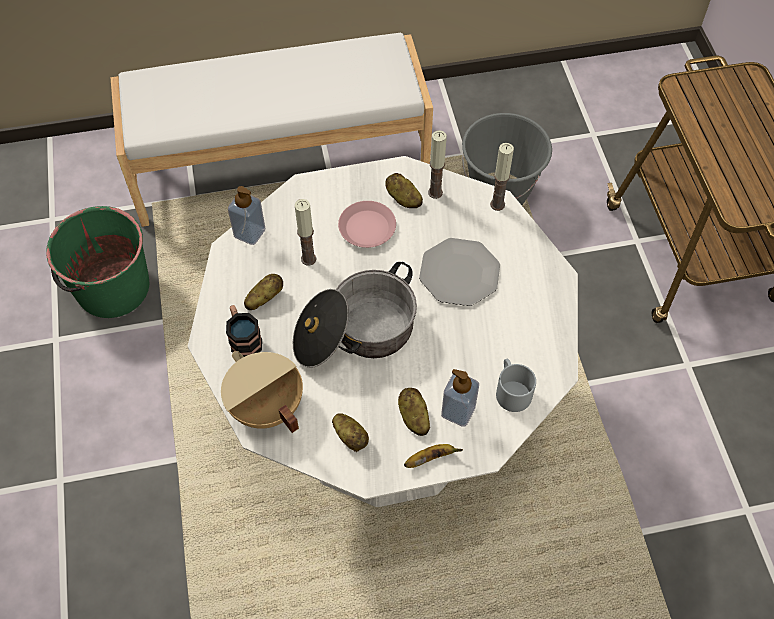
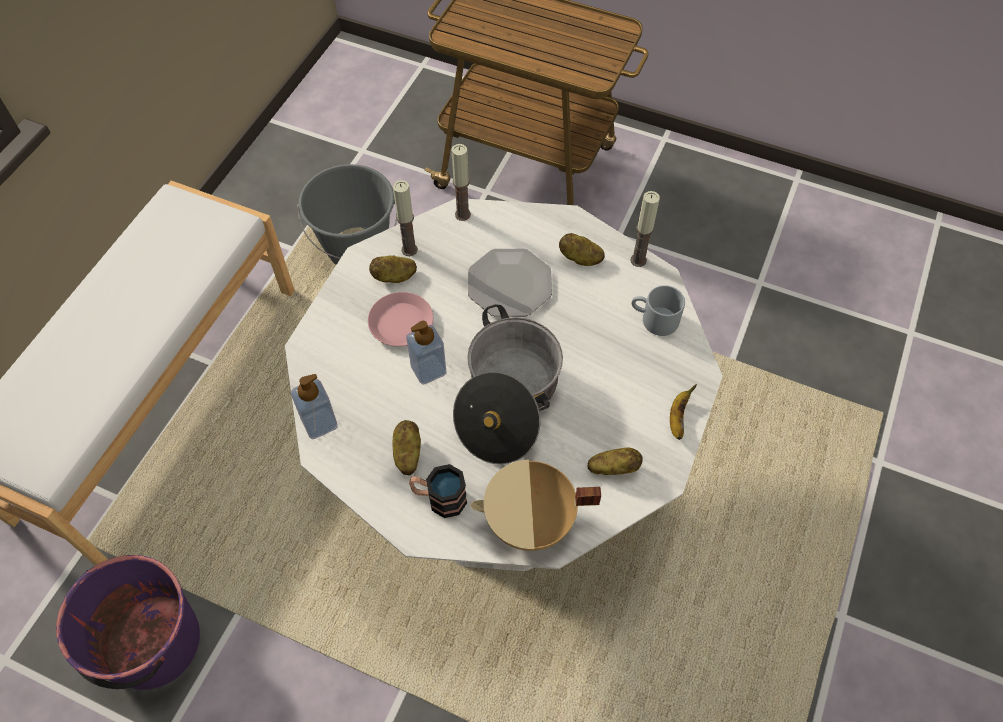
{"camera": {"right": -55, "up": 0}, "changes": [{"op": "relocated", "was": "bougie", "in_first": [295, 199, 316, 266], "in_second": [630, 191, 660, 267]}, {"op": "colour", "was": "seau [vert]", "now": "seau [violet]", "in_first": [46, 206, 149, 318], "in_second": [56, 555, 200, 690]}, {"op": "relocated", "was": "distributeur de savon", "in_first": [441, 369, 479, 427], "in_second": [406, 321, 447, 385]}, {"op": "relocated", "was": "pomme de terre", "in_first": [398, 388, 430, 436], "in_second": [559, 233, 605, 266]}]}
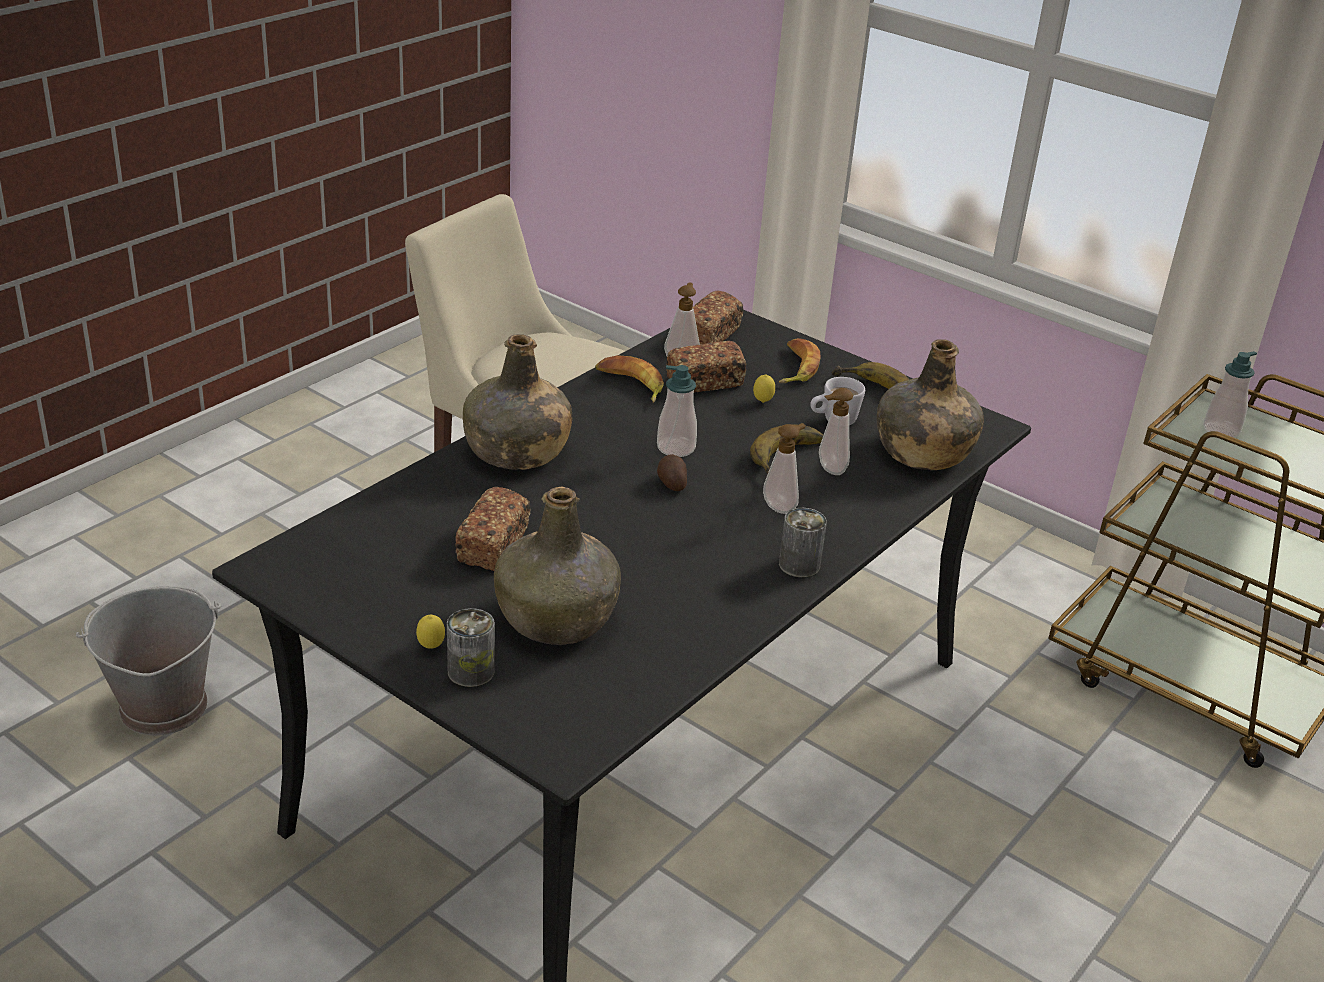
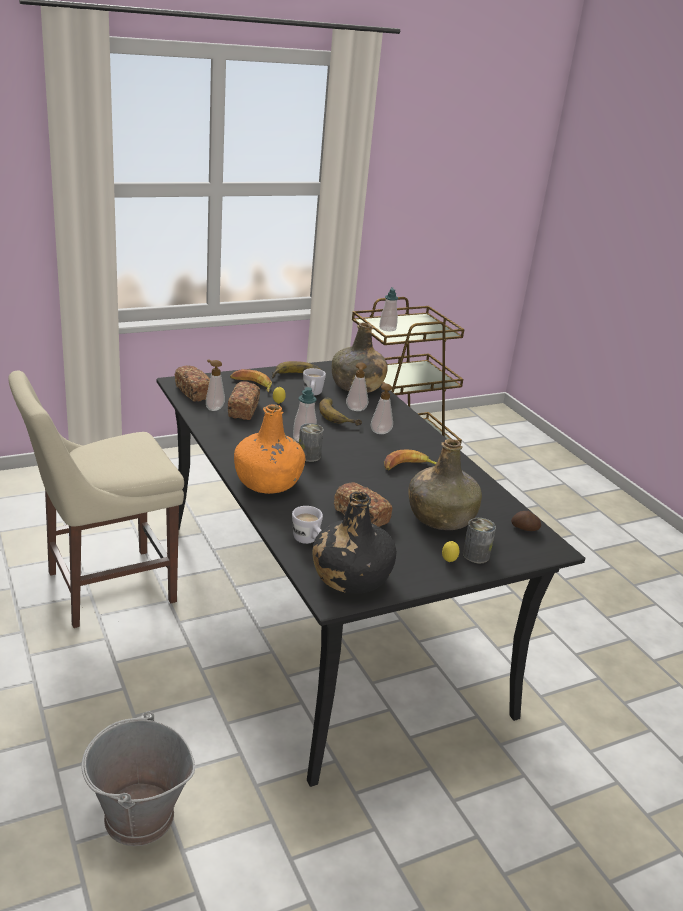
{"camera": {"right": -65, "up": -5}, "changes": [{"op": "colour", "was": "bouteille [vert]", "now": "bouteille [orange]", "in_first": [463, 334, 572, 470], "in_second": [234, 404, 305, 494]}, {"op": "relocated", "was": "banane", "in_first": [595, 355, 664, 403], "in_second": [384, 449, 437, 470]}, {"op": "relocated", "was": "pomme de terre", "in_first": [657, 454, 687, 491], "in_second": [511, 511, 541, 531]}, {"op": "relocated", "was": "boîte métallique", "in_first": [779, 508, 827, 578], "in_second": [299, 423, 323, 462]}, {"op": "appeared", "now": "bouteille [noir]", "in_second": [312, 491, 397, 594]}, {"op": "appeared", "now": "mug [blanc]", "in_second": [292, 506, 323, 544]}]}
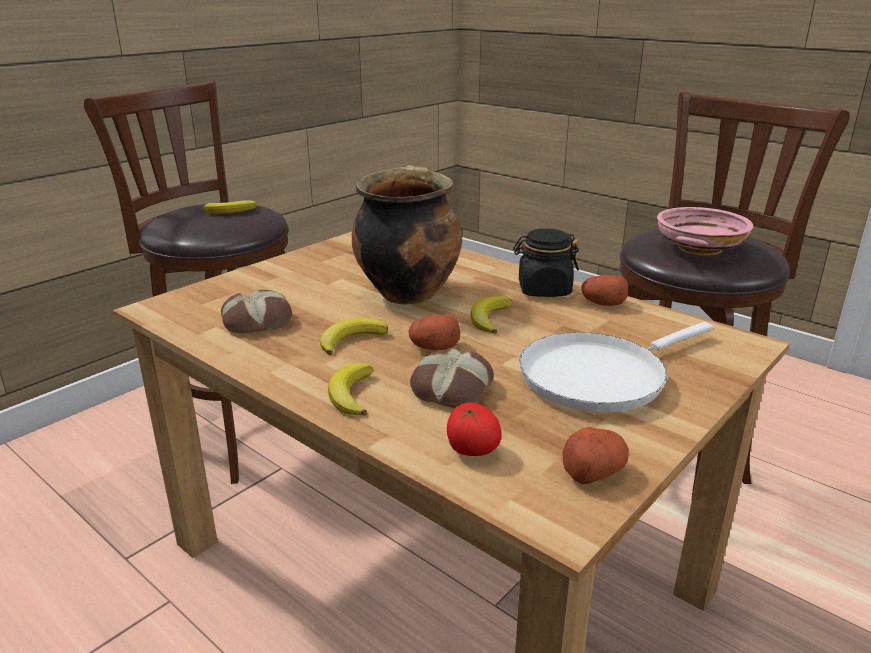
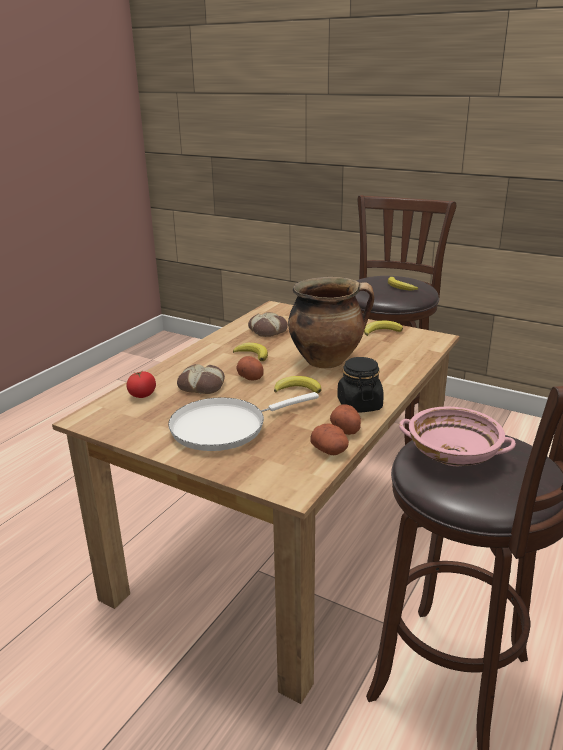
{"camera": {"right": 80, "up": 0}, "changes": [{"op": "spun", "was": "poêle [blanc]", "in_first": [519, 322, 713, 412], "in_second": [168, 392, 319, 451], "clockwise": -75}, {"op": "relocated", "was": "banane", "in_first": [328, 363, 373, 416], "in_second": [364, 321, 403, 336]}, {"op": "relocated", "was": "pomme de terre", "in_first": [562, 427, 629, 484], "in_second": [310, 423, 349, 455]}]}
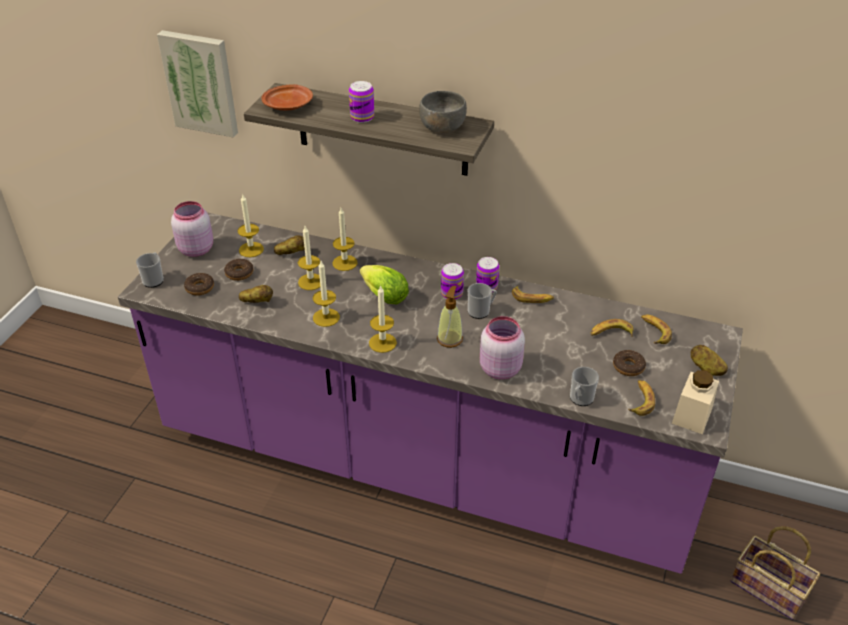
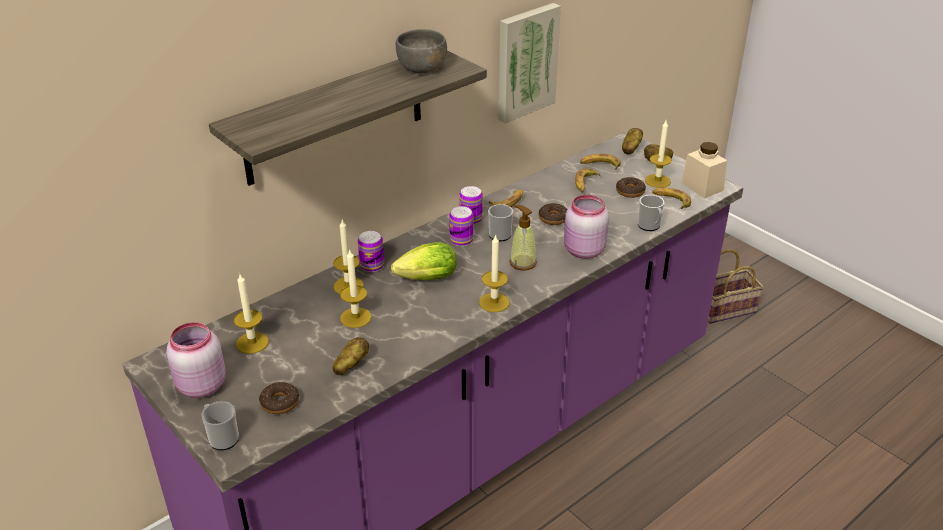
{"camera": {"right": -60, "up": -5}, "changes": [{"op": "relocated", "was": "tableau", "in_first": [157, 30, 238, 138], "in_second": [498, 3, 561, 123]}, {"op": "relocated", "was": "boîte métallique", "in_first": [349, 81, 374, 123], "in_second": [358, 231, 384, 272]}, {"op": "missing", "was": "assiette [marron]", "in_first": [261, 84, 313, 111]}, {"op": "relocated", "was": "pomme de terre", "in_first": [274, 235, 305, 255], "in_second": [622, 128, 643, 155]}, {"op": "relocated", "was": "beignet", "in_first": [224, 259, 253, 281], "in_second": [539, 203, 567, 225]}, {"op": "relocated", "was": "bougie", "in_first": [313, 261, 340, 327], "in_second": [645, 121, 672, 188]}]}
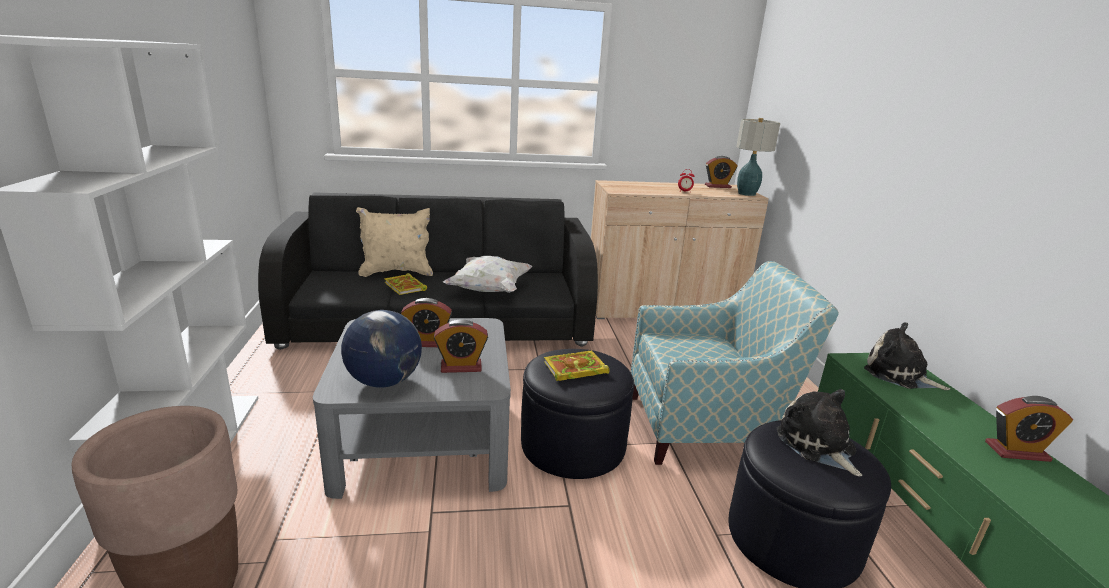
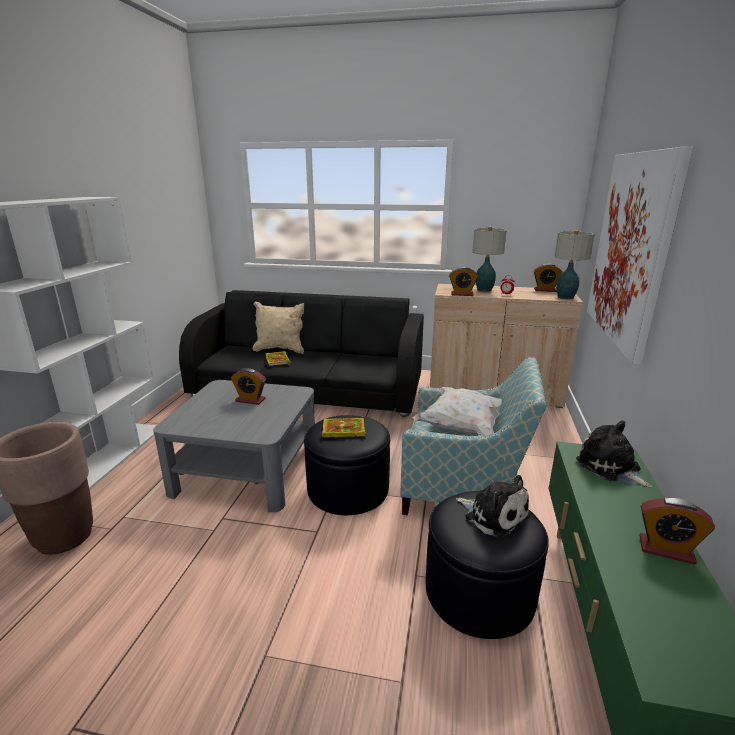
{"camera": {"right": 20, "up": 0}, "changes": [{"op": "relocated", "was": "coussin [blanc]", "in_first": [443, 256, 533, 293], "in_second": [412, 387, 502, 436]}, {"op": "missing", "was": "globe", "in_first": [341, 310, 422, 388]}, {"op": "relocated", "was": "réveil", "in_first": [434, 319, 488, 373], "in_second": [449, 267, 478, 296]}, {"op": "spun", "was": "peluche", "in_first": [777, 389, 862, 477], "in_second": [456, 475, 530, 539], "clockwise": 135}, {"op": "appeared", "now": "tableau", "in_second": [587, 147, 693, 364]}, {"op": "appeared", "now": "lampe de table", "in_second": [472, 227, 506, 292]}]}
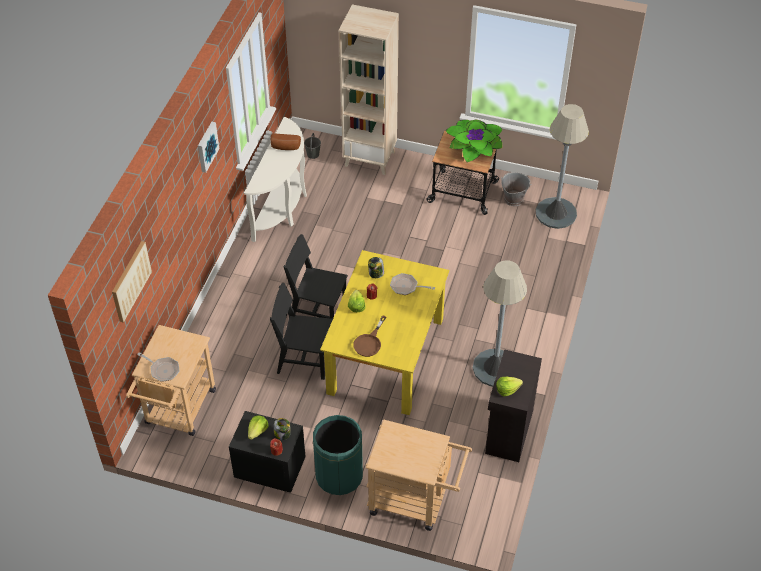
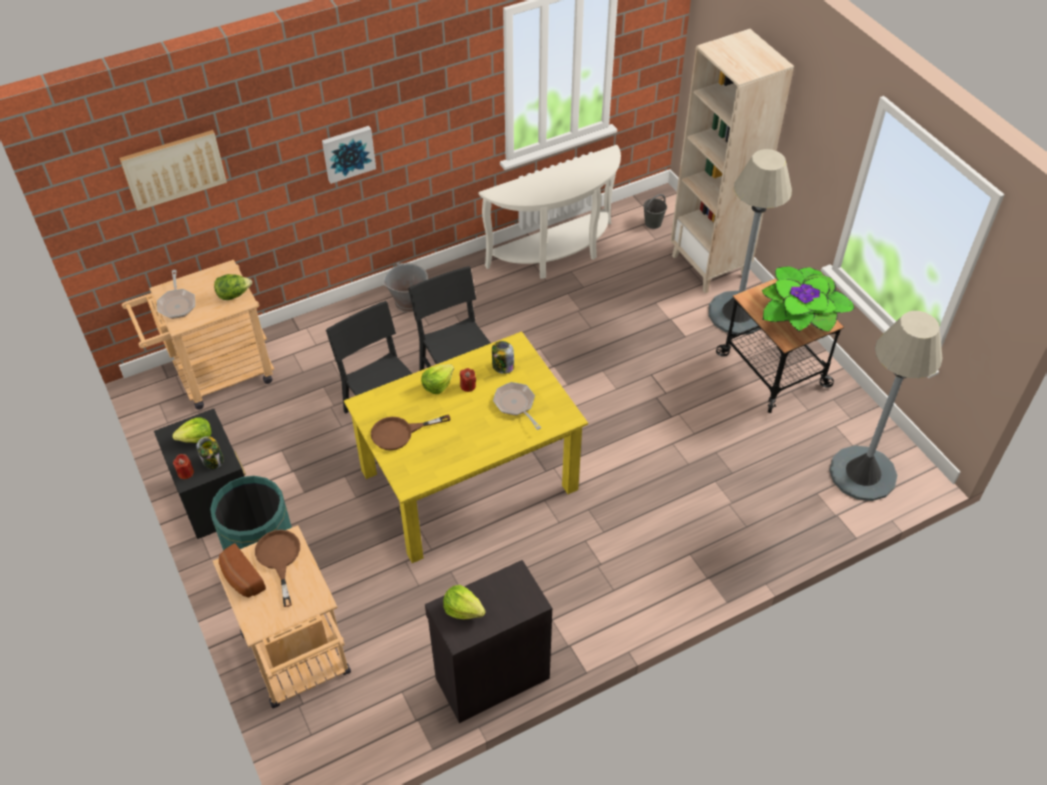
{"camera": {"right": 45, "up": 0}, "changes": [{"op": "relocated", "was": "tableau", "in_first": [198, 122, 219, 173], "in_second": [322, 126, 376, 184]}, {"op": "relocated", "was": "pain", "in_first": [270, 133, 301, 150], "in_second": [219, 543, 266, 597]}, {"op": "relocated", "was": "seau [gris]", "in_first": [501, 172, 532, 206], "in_second": [383, 262, 428, 312]}, {"op": "relocated", "was": "lampadaire [gris]", "in_first": [473, 260, 527, 387], "in_second": [709, 149, 792, 335]}, {"op": "appeared", "now": "laitue", "in_second": [214, 274, 252, 300]}, {"op": "appeared", "now": "poêle [marron]", "in_second": [255, 530, 300, 607]}]}
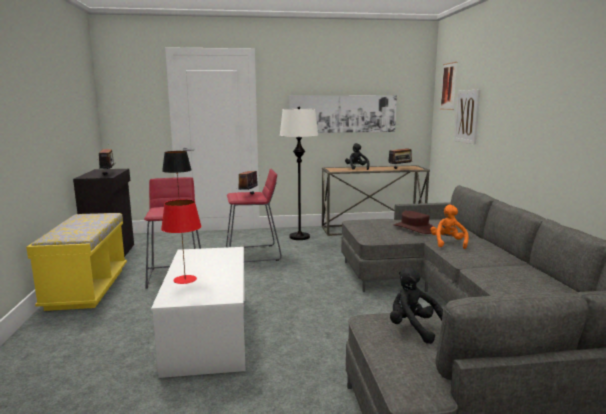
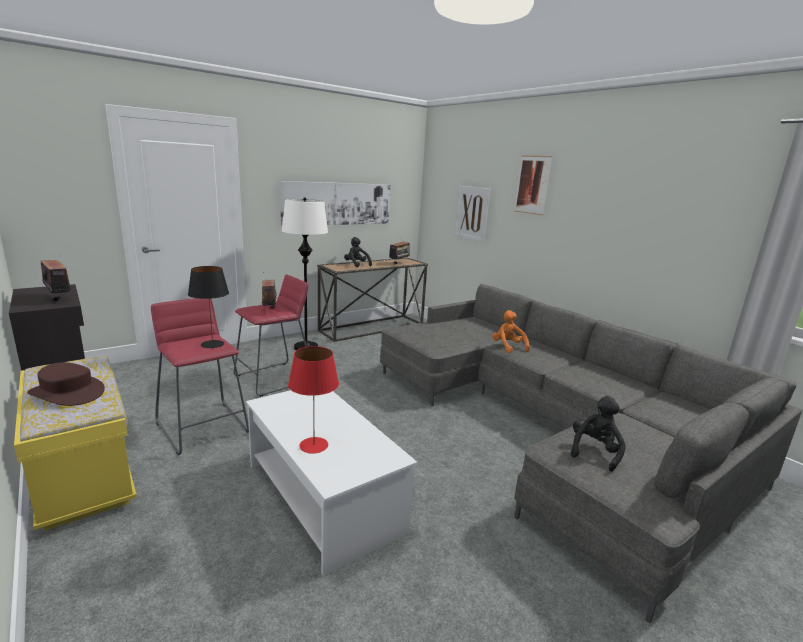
{"camera": {"right": -30, "up": 5}, "changes": [{"op": "relocated", "was": "tableau", "in_first": [441, 62, 457, 110], "in_second": [514, 156, 552, 215]}, {"op": "relocated", "was": "chapeau [marron]", "in_first": [394, 211, 434, 234], "in_second": [27, 362, 105, 406]}, {"op": "spun", "was": "peluche [noir]", "in_first": [390, 267, 443, 344], "in_second": [571, 396, 626, 472], "clockwise": 105}]}
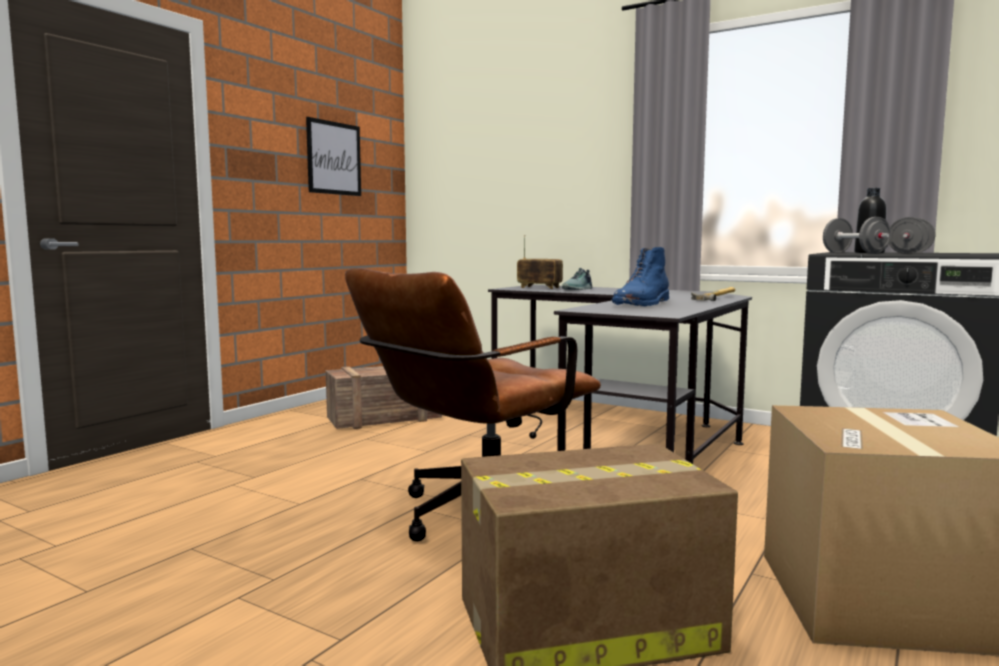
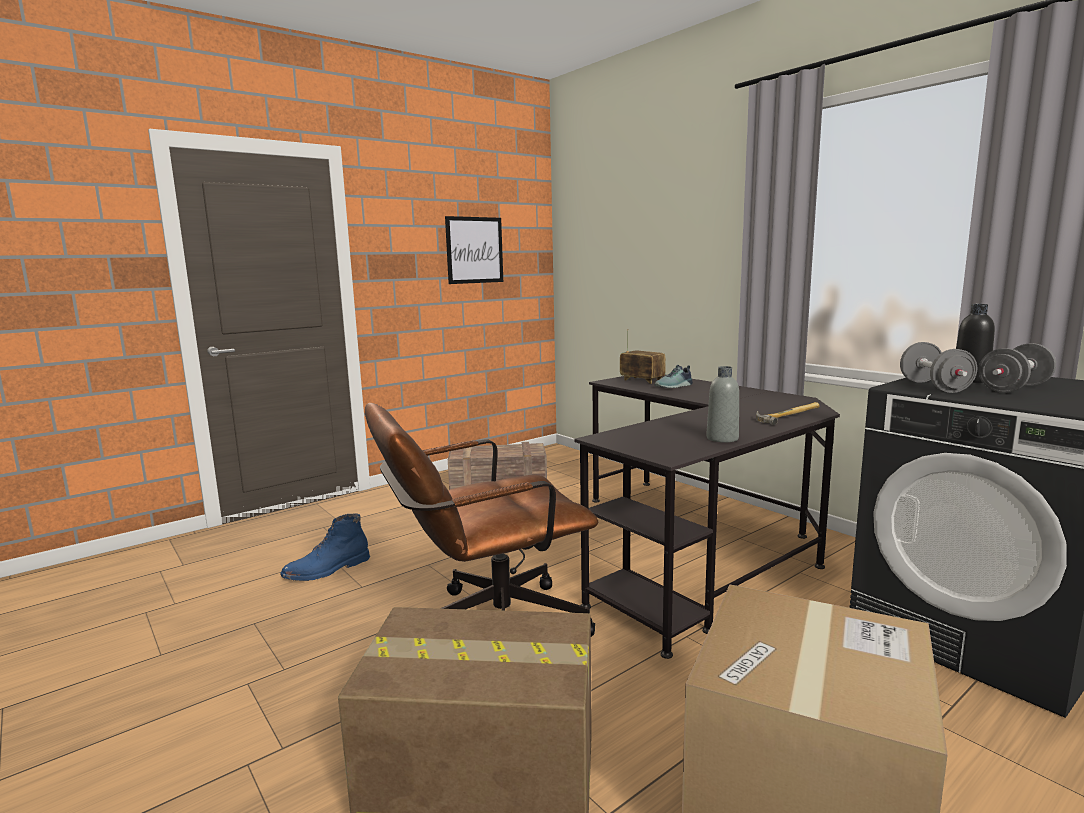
{"camera": {"right": 20, "up": 5}, "changes": [{"op": "relocated", "was": "botte [bleu]", "in_first": [612, 247, 669, 307], "in_second": [280, 513, 370, 581]}, {"op": "appeared", "now": "bouteille [gris]", "in_second": [706, 366, 739, 443]}]}
